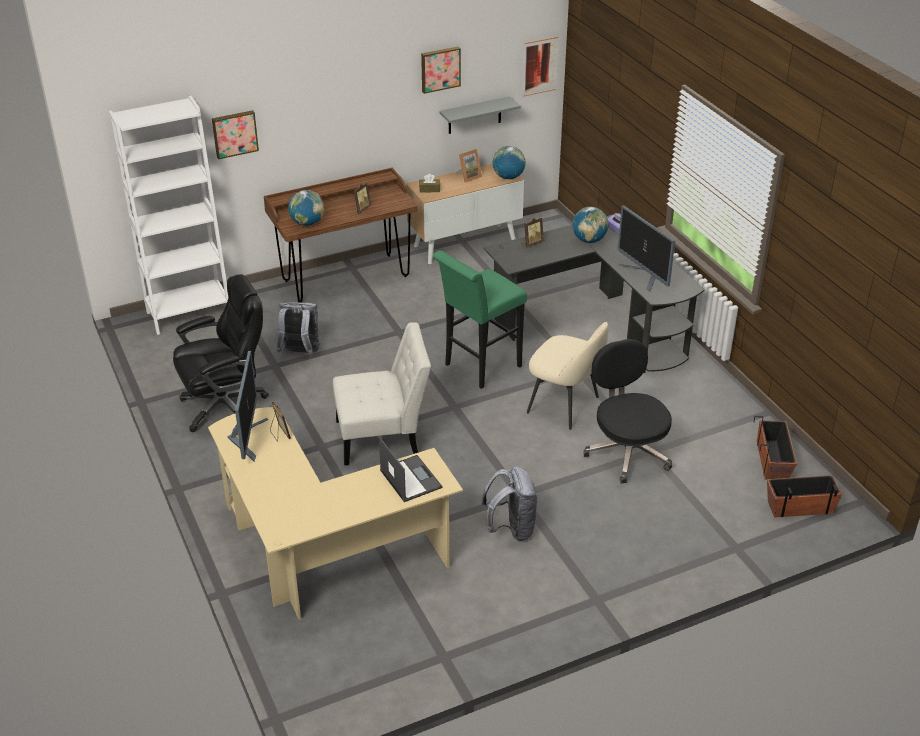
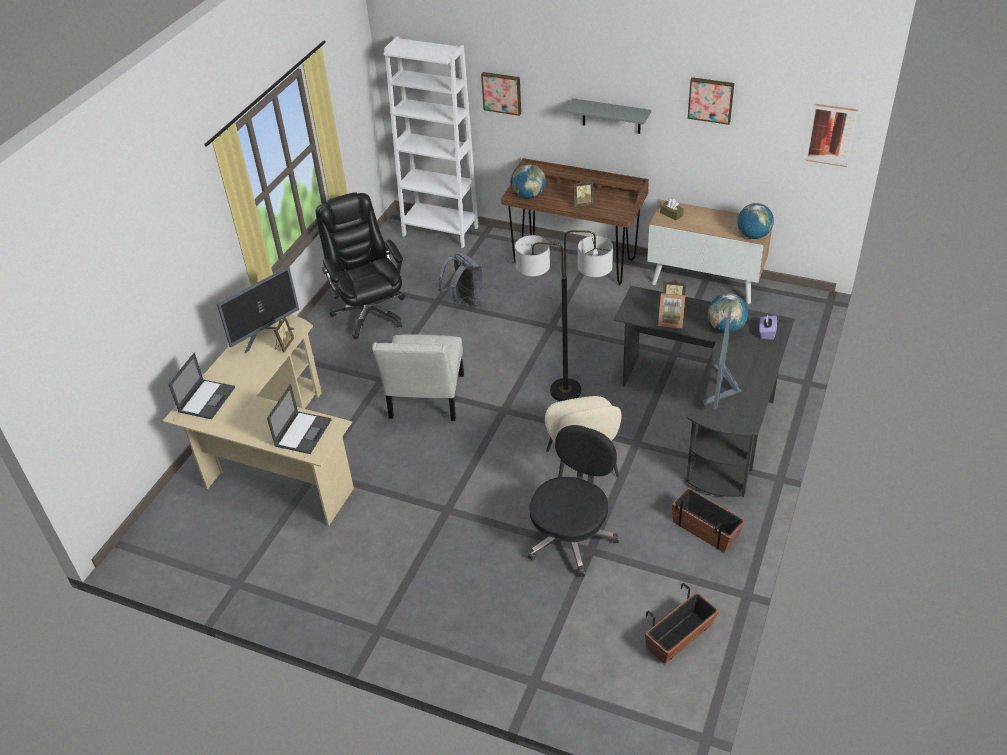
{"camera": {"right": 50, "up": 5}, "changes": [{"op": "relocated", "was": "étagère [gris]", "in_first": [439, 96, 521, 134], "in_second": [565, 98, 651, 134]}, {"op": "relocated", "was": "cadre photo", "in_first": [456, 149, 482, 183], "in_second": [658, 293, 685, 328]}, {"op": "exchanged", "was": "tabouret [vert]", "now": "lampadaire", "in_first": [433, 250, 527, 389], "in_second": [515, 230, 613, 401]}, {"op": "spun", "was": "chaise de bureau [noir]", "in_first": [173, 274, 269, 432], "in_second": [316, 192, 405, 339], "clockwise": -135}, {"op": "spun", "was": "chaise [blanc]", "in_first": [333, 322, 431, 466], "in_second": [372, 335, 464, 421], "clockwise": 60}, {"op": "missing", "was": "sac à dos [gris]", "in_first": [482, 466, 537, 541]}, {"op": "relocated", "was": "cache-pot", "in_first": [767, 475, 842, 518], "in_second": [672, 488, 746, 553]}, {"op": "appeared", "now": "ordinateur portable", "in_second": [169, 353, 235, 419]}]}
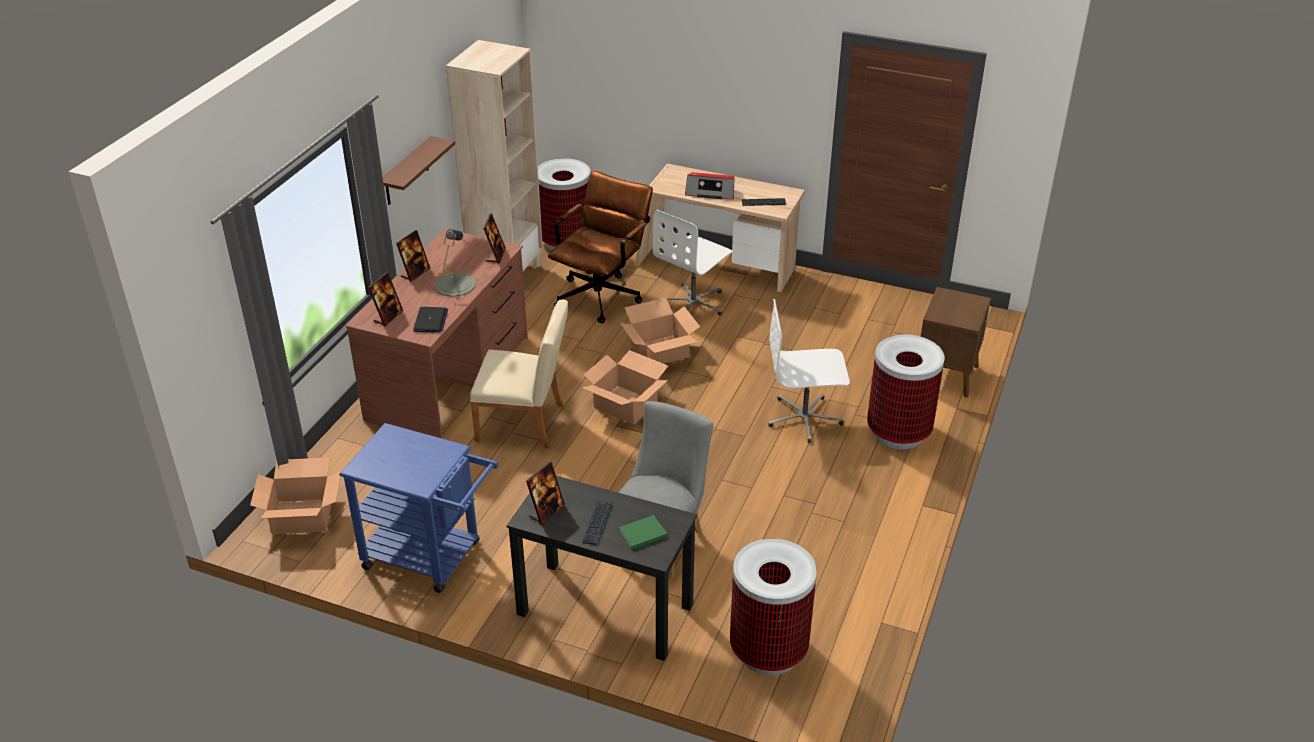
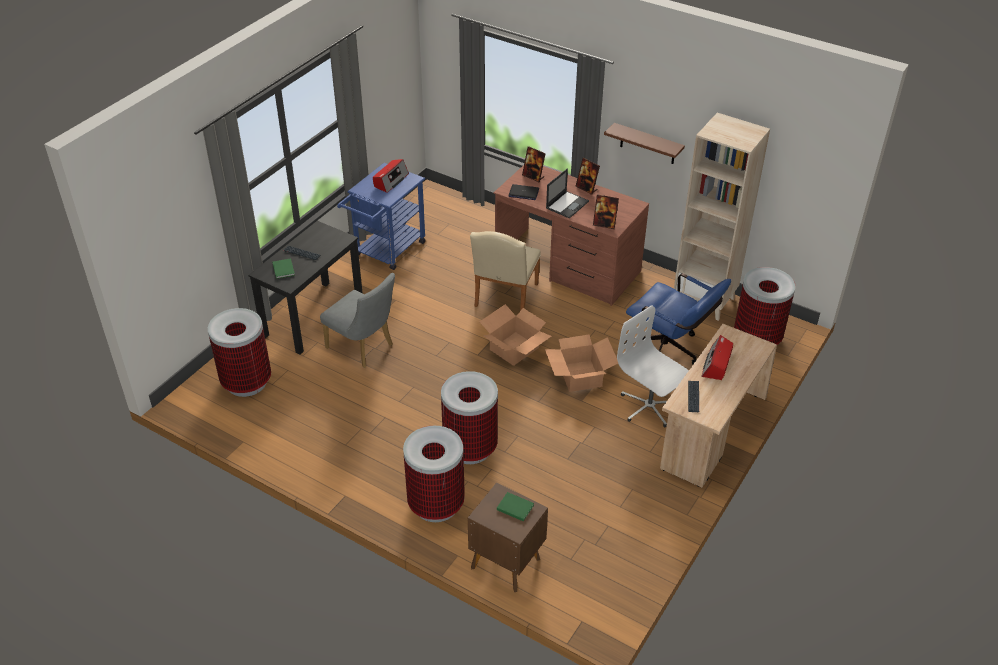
{"camera": {"right": 100, "up": 5}, "changes": [{"op": "colour", "was": "chaise de bureau [marron]", "now": "chaise de bureau [bleu]", "in_first": [548, 171, 653, 323], "in_second": [624, 273, 731, 365]}, {"op": "exchanged", "was": "lampe de table [gris]", "now": "ordinateur portable", "in_first": [434, 229, 476, 297], "in_second": [546, 168, 589, 219]}, {"op": "exchanged", "was": "chaise de bureau [blanc]", "now": "poubelle", "in_first": [768, 299, 850, 443], "in_second": [441, 371, 498, 464]}, {"op": "missing", "was": "carton", "in_first": [250, 457, 341, 534]}, {"op": "missing", "was": "cadre photo", "in_first": [526, 461, 565, 525]}, {"op": "appeared", "now": "radio", "in_second": [373, 159, 409, 193]}, {"op": "appeared", "now": "livre [vert]", "in_second": [497, 492, 534, 521]}]}
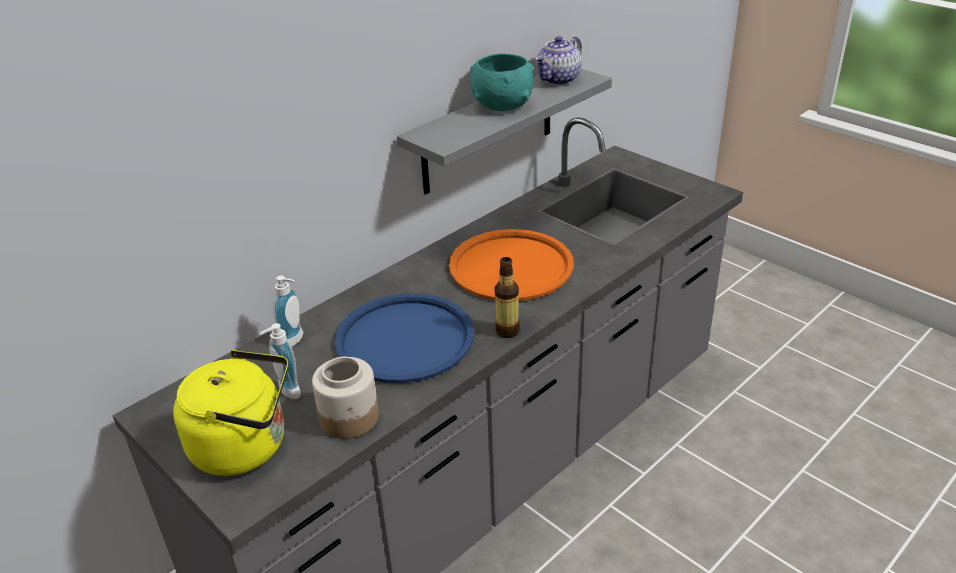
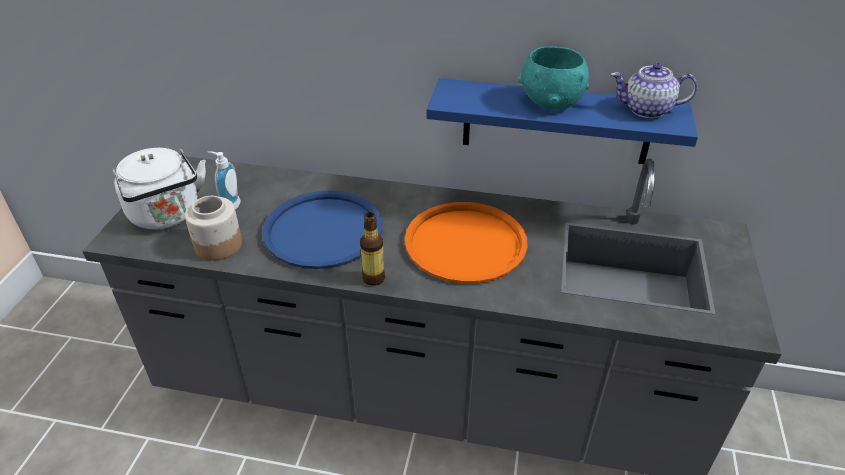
{"camera": {"right": 55, "up": 5}, "changes": [{"op": "colour", "was": "étagère [gris]", "now": "étagère [bleu]", "in_first": [397, 69, 612, 195], "in_second": [426, 78, 698, 164]}, {"op": "missing", "was": "distributeur de savon", "in_first": [273, 275, 304, 347]}, {"op": "colour", "was": "bouilloire [jaune]", "now": "bouilloire [blanc]", "in_first": [173, 350, 288, 476], "in_second": [113, 148, 206, 229]}]}
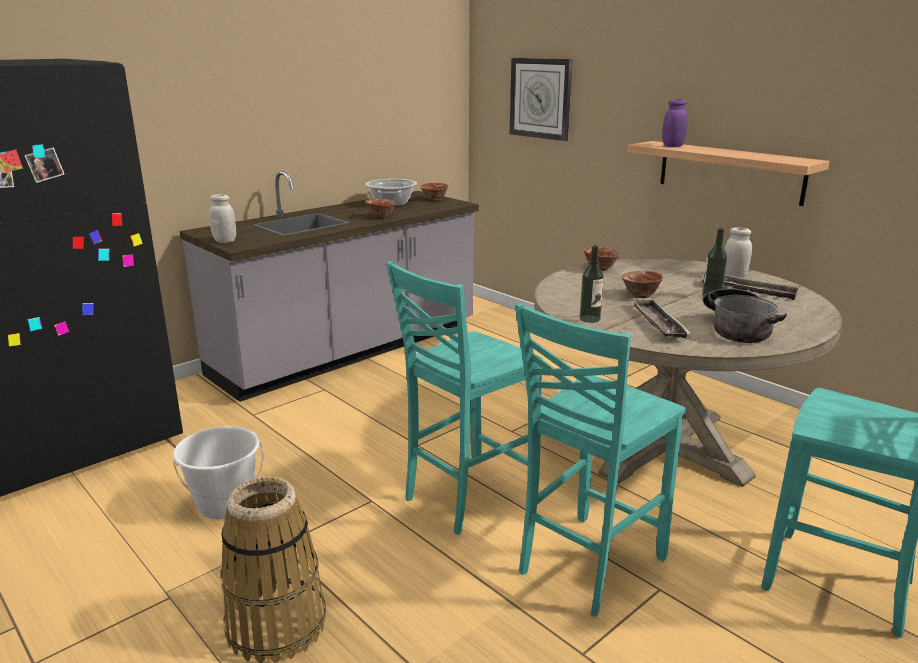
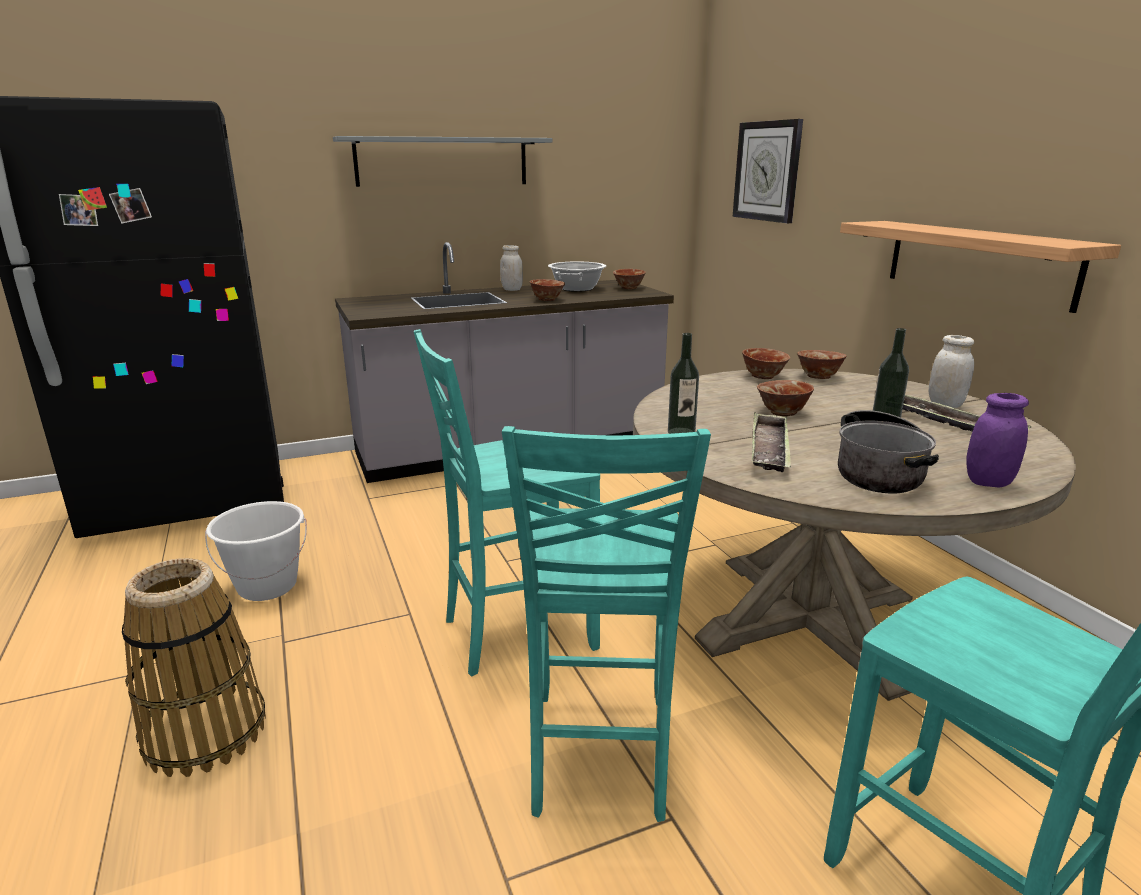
{"camera": {"right": 20, "up": 0}, "changes": [{"op": "relocated", "was": "bocal [violet]", "in_first": [662, 99, 688, 147], "in_second": [966, 393, 1029, 487]}, {"op": "relocated", "was": "bocal [blanc]", "in_first": [209, 194, 236, 243], "in_second": [500, 245, 523, 291]}, {"op": "spun", "was": "chaise [turquoise]", "in_first": [515, 302, 686, 617], "in_second": [502, 426, 711, 822], "clockwise": -60}, {"op": "appeared", "now": "étagère [gris]", "in_second": [333, 136, 553, 187]}, {"op": "appeared", "now": "bol", "in_second": [797, 350, 846, 379]}]}
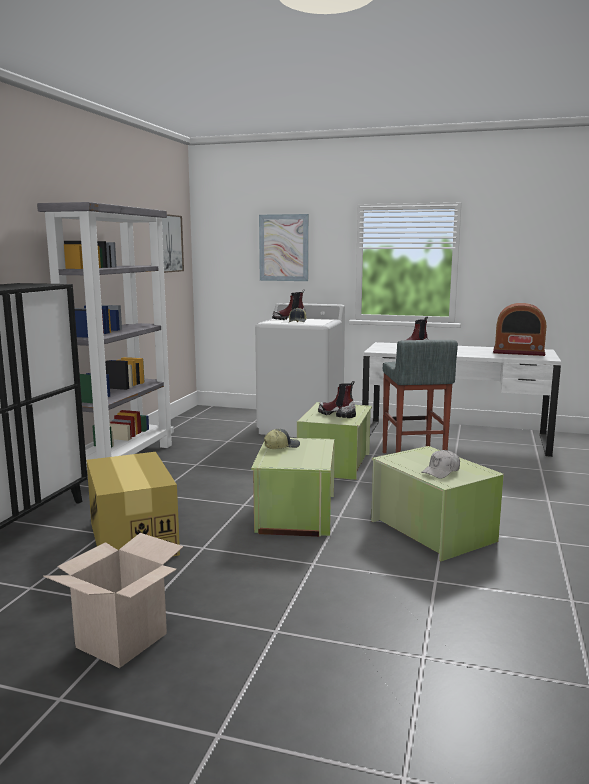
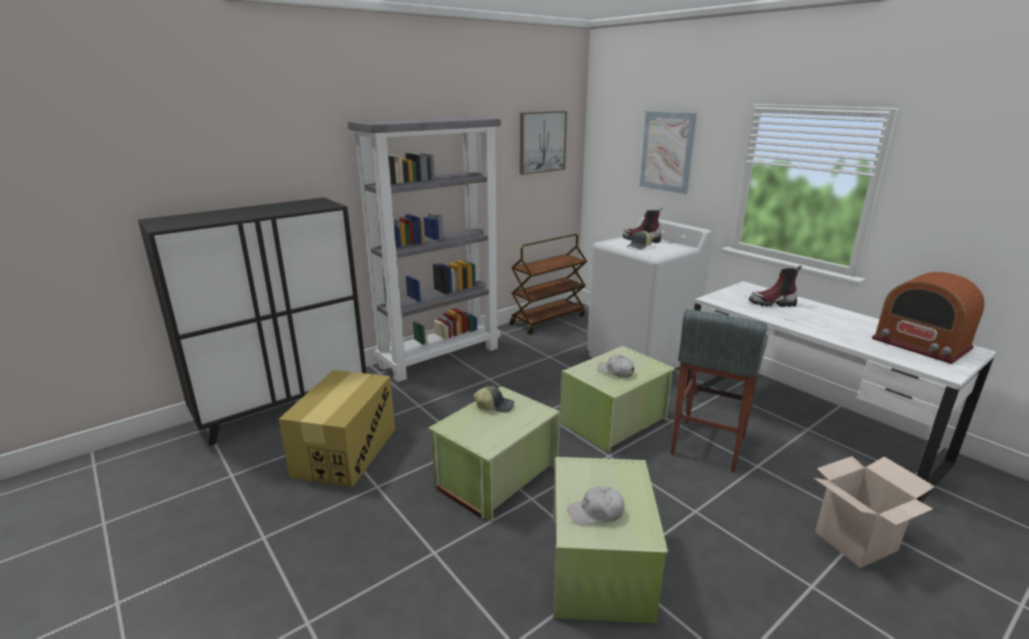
{"camera": {"right": 35, "up": 10}, "changes": [{"op": "exchanged", "was": "botte", "now": "casquette [blanc]", "in_first": [318, 381, 356, 418], "in_second": [597, 355, 634, 378]}, {"op": "relocated", "was": "carton", "in_first": [43, 533, 184, 668], "in_second": [814, 456, 935, 568]}, {"op": "appeared", "now": "chariot [marron]", "in_second": [509, 234, 587, 334]}]}
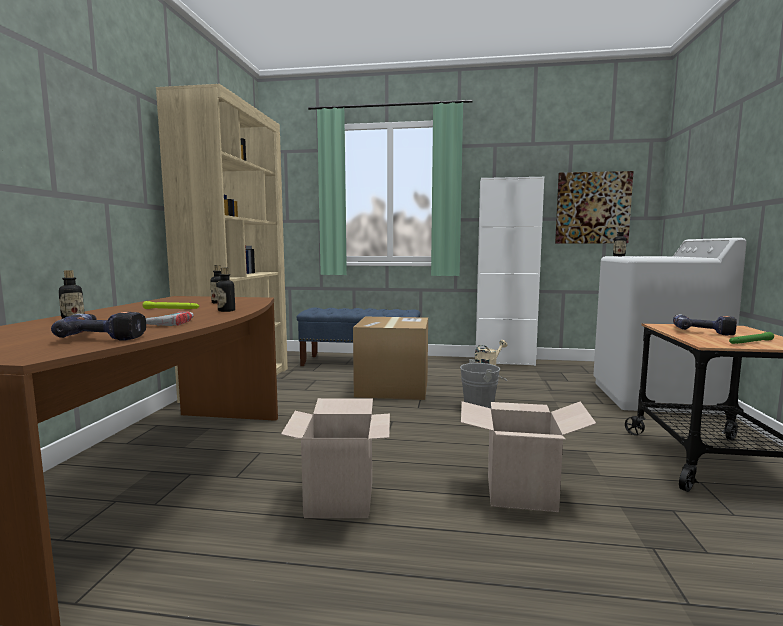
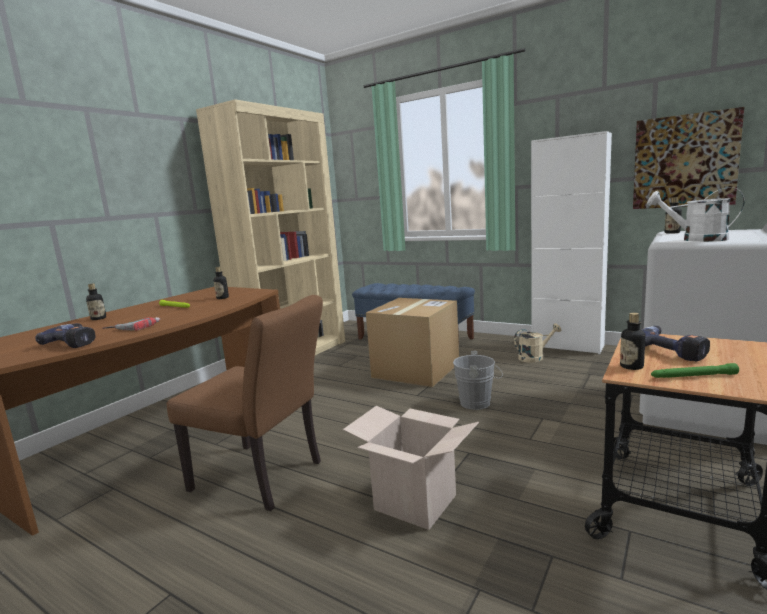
{"camera": {"right": 25, "up": 5}, "changes": [{"op": "relocated", "was": "bouteille", "in_first": [216, 267, 235, 312], "in_second": [620, 313, 646, 370]}, {"op": "exchanged", "was": "carton", "now": "chaise [marron]", "in_first": [281, 398, 390, 518], "in_second": [167, 295, 323, 511]}, {"op": "appeared", "now": "arrosoir [blanc]", "in_second": [647, 187, 745, 242]}]}
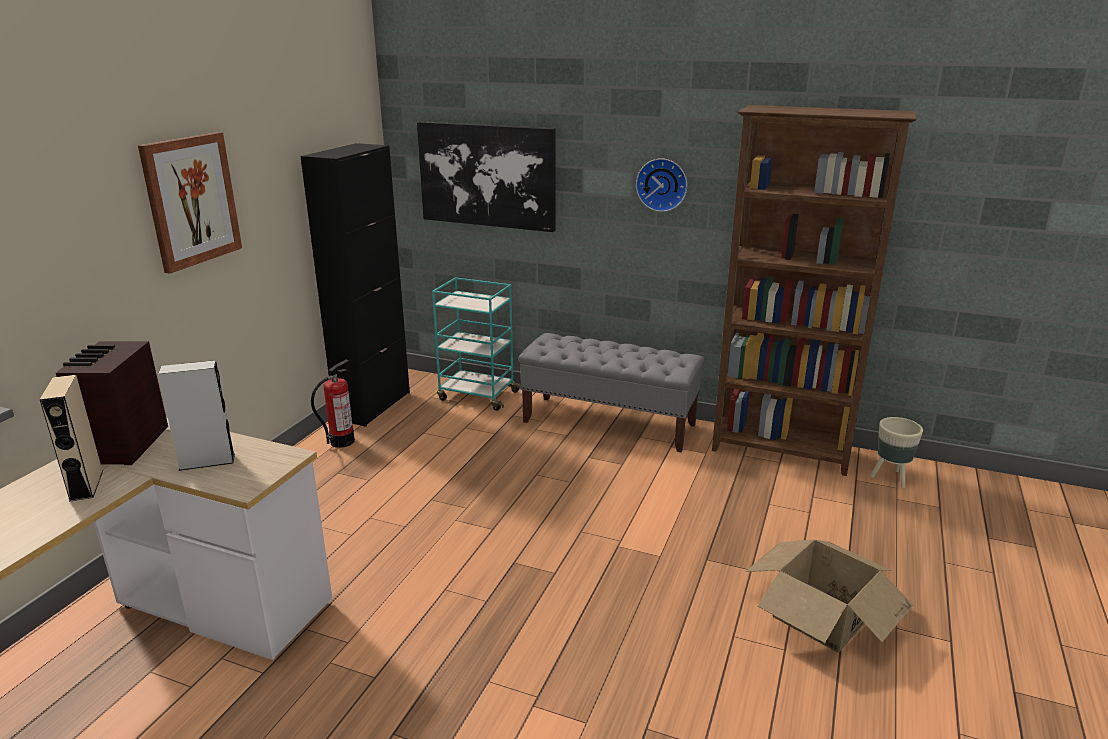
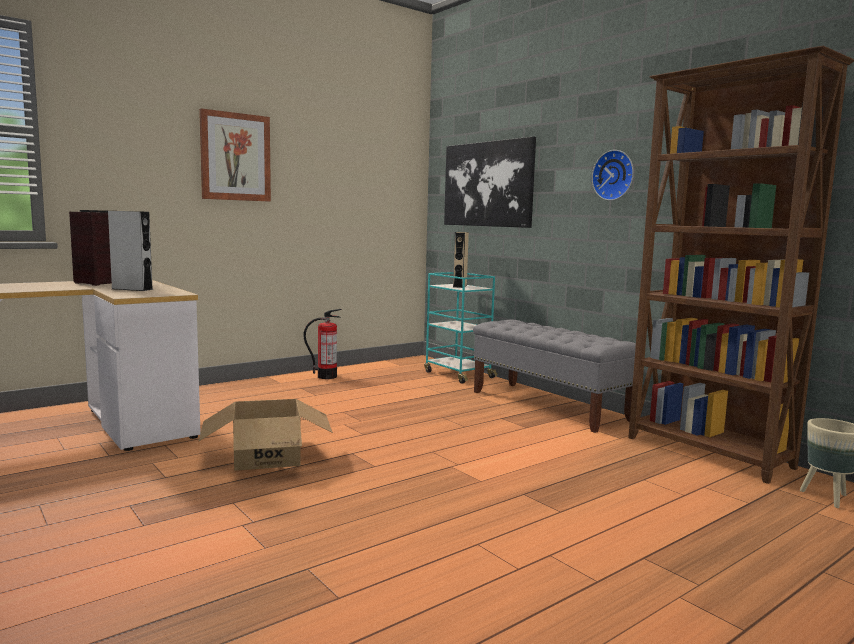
{"camera": {"right": 30, "up": -15}, "changes": [{"op": "missing", "was": "meuble de rangement [noir]", "in_first": [300, 143, 410, 427]}, {"op": "relocated", "was": "enceinte [beige]", "in_first": [39, 375, 103, 502], "in_second": [453, 232, 469, 288]}, {"op": "relocated", "was": "carton", "in_first": [745, 540, 913, 653], "in_second": [199, 399, 333, 471]}]}
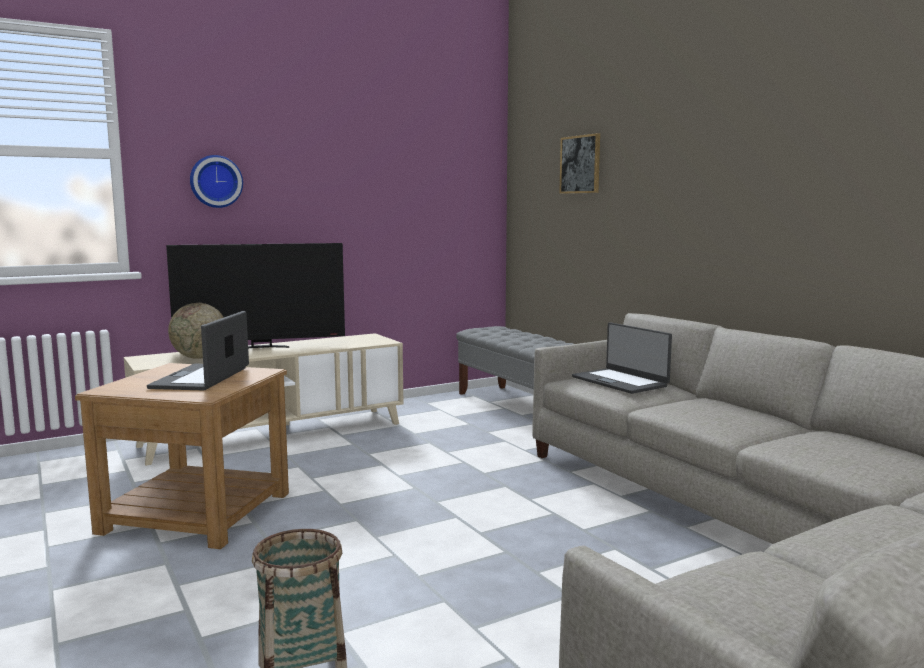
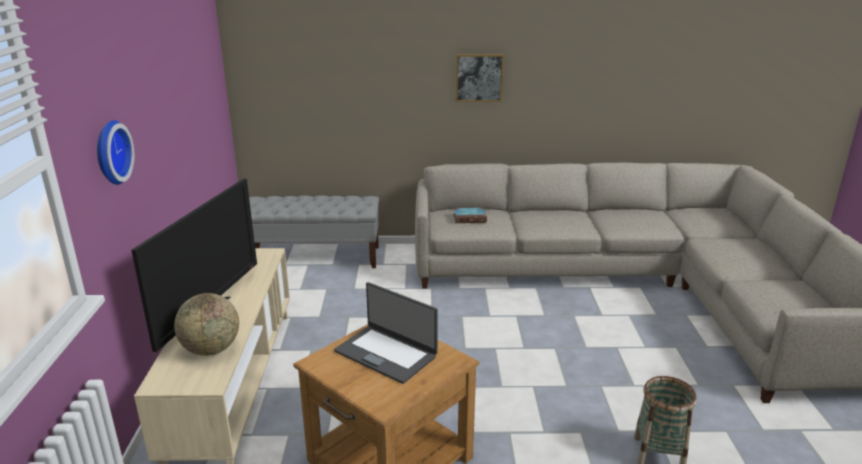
{"camera": {"right": -60, "up": 15}, "changes": [{"op": "relocated", "was": "tableau", "in_first": [559, 133, 600, 194], "in_second": [456, 54, 504, 102]}, {"op": "exchanged", "was": "ordinateur portable", "now": "livre", "in_first": [572, 322, 672, 394], "in_second": [453, 207, 487, 223]}]}
